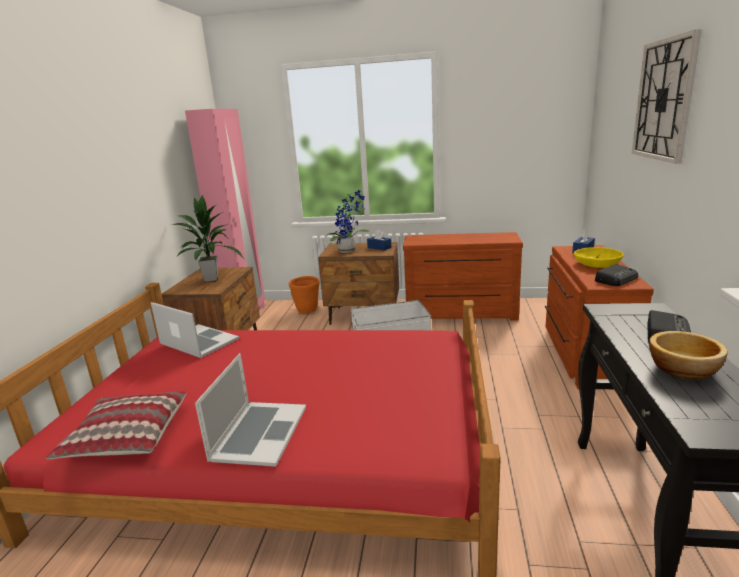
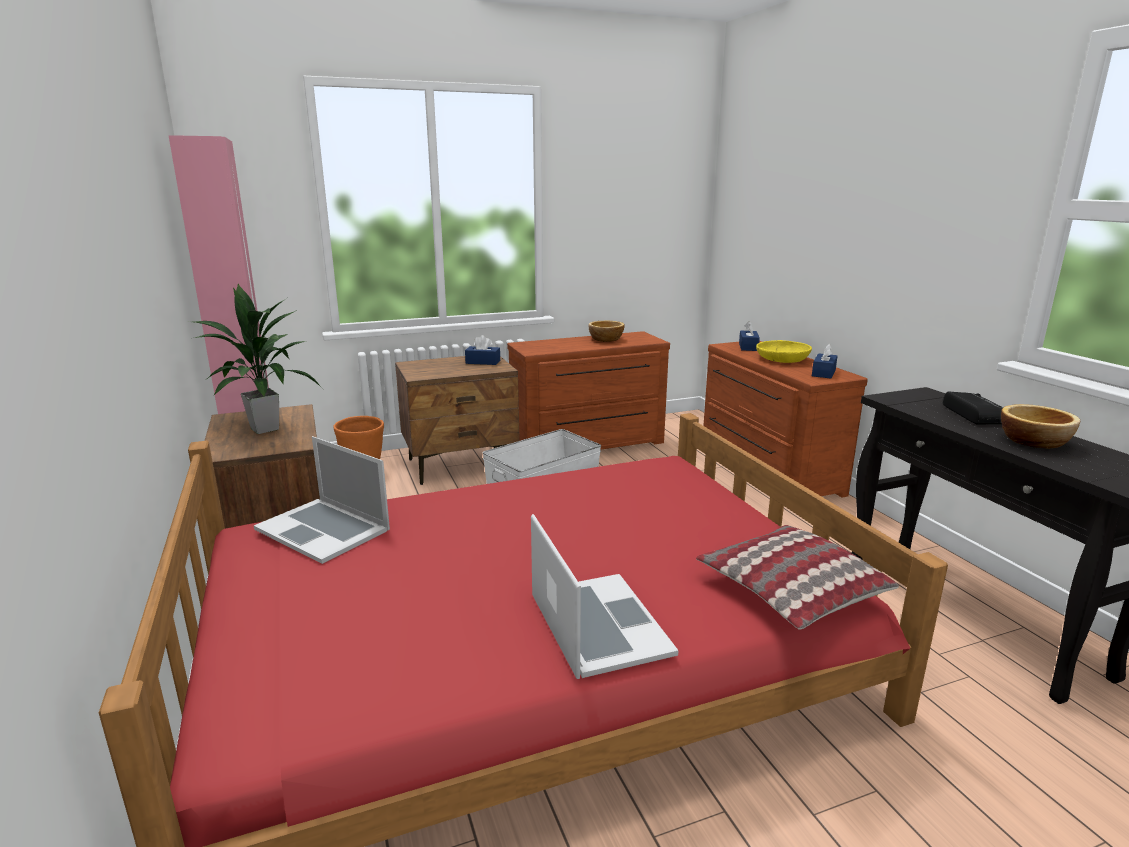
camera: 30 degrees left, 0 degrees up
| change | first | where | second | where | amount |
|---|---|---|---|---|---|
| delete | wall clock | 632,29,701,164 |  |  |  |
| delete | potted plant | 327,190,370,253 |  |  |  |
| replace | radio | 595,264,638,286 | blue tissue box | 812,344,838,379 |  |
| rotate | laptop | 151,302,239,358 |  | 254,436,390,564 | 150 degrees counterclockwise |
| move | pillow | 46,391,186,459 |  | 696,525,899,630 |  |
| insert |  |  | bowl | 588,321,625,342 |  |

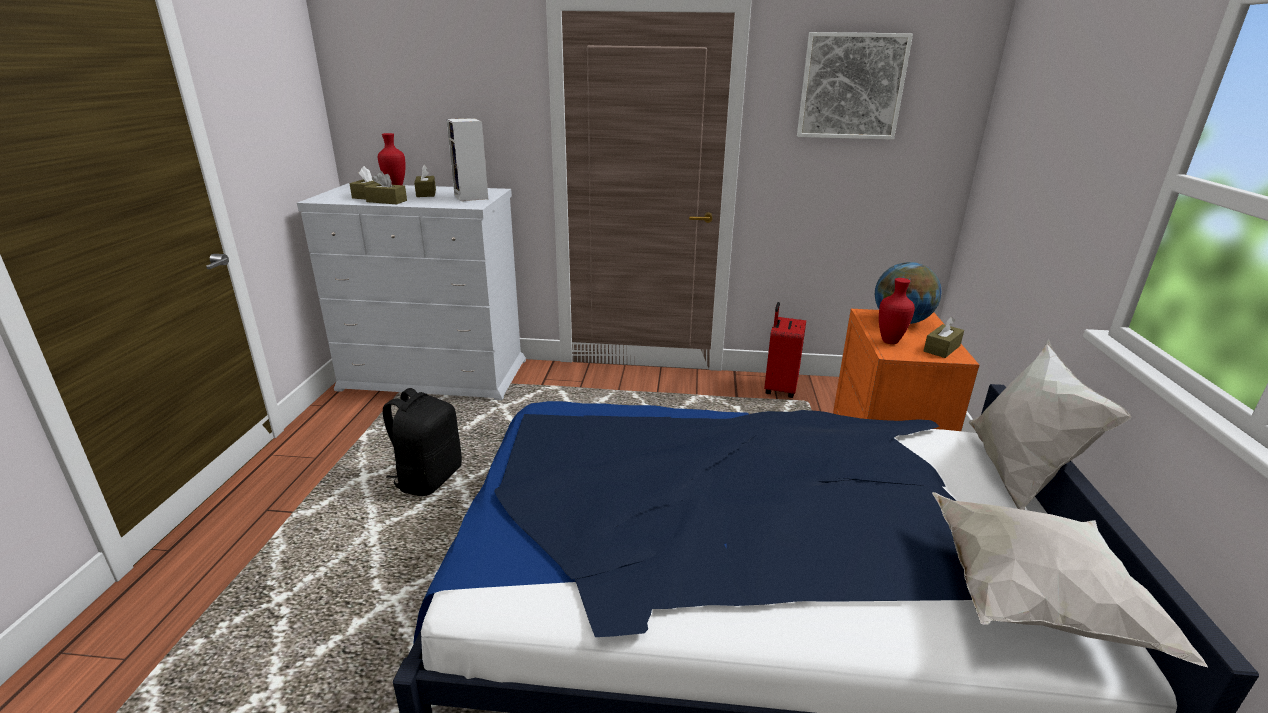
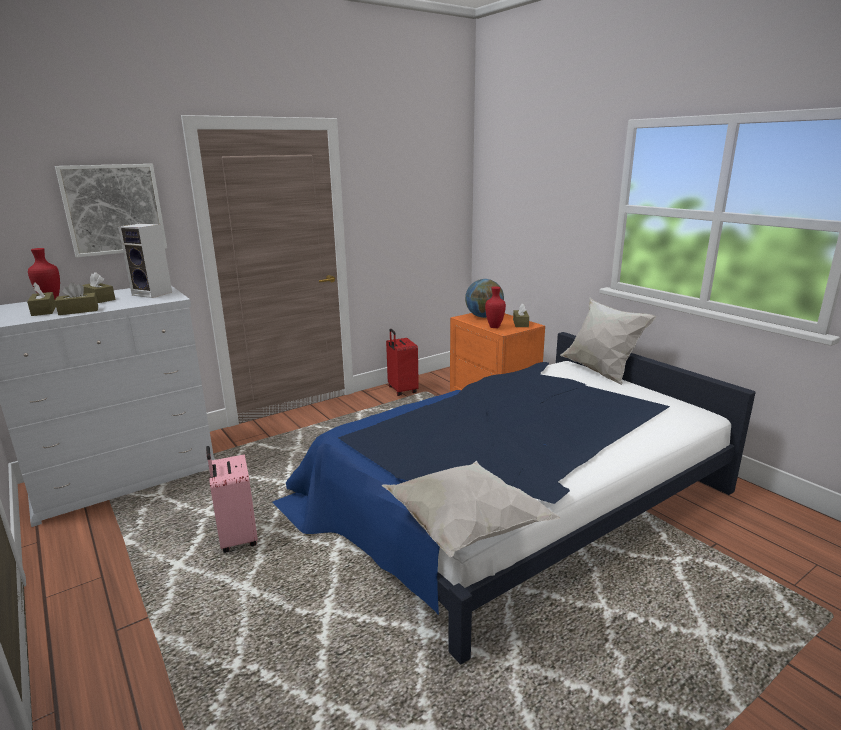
camera: 40 degrees left, 5 degrees down
| change | first | where | second | where | amount |
|---|---|---|---|---|---|
| move | picture | 797,32,913,140 |  | 55,164,167,257 |  |
| replace | black backpack | 383,388,462,496 | pink suitcase | 206,446,258,553 |  |
| move | white pillow | 932,492,1208,667 |  | 382,461,560,557 |  |

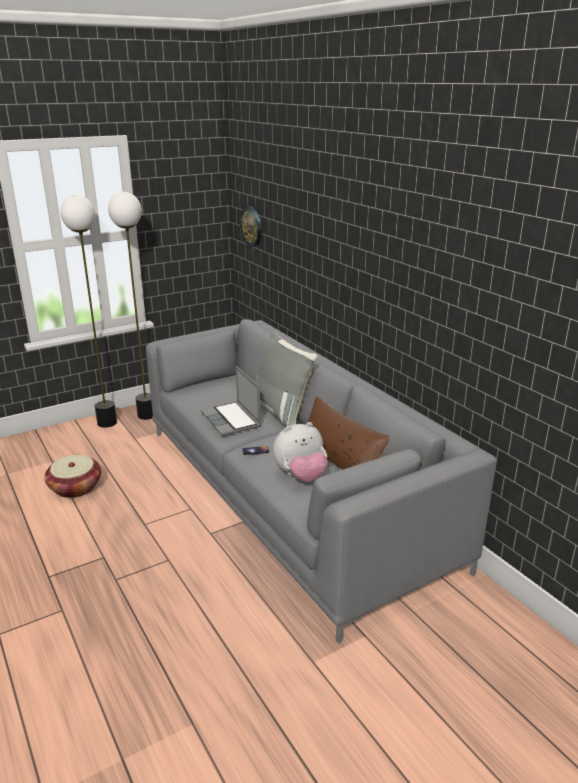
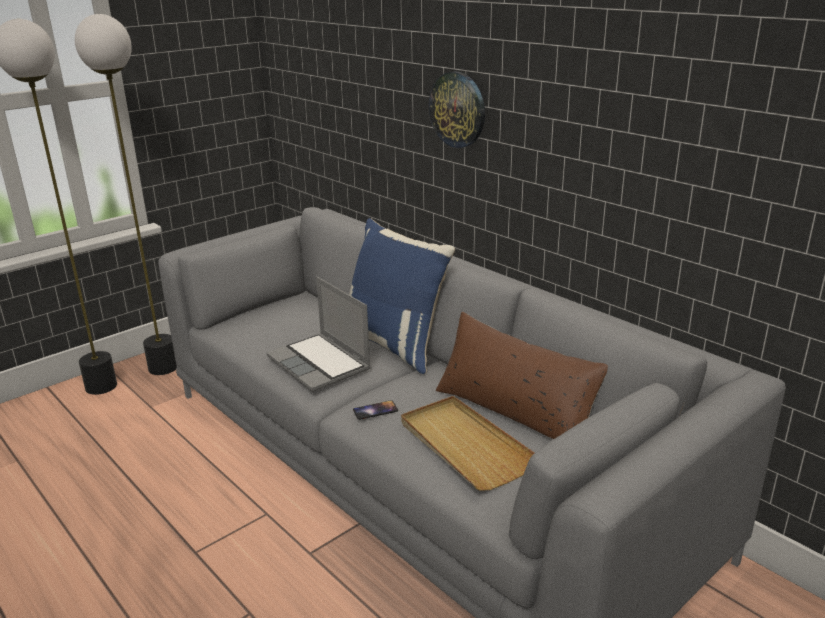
camera: 10 degrees left, 0 degrees up
| change | first | where | second | where | amount |
|---|---|---|---|---|---|
| move | wall clock | 240,206,262,247 |  | 429,71,485,148 |  |
| recolor | grey pillow | 256,332,318,426 | blue pillow | 349,218,455,374 |  |
| replace | plush toy | 273,422,328,482 | beige tray | 401,396,534,491 |  |
| delete | basket | 44,455,101,498 |  |  |  |

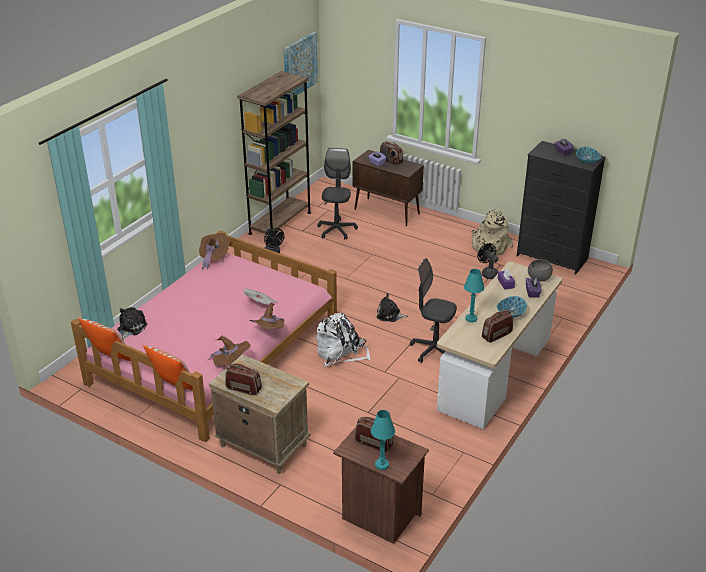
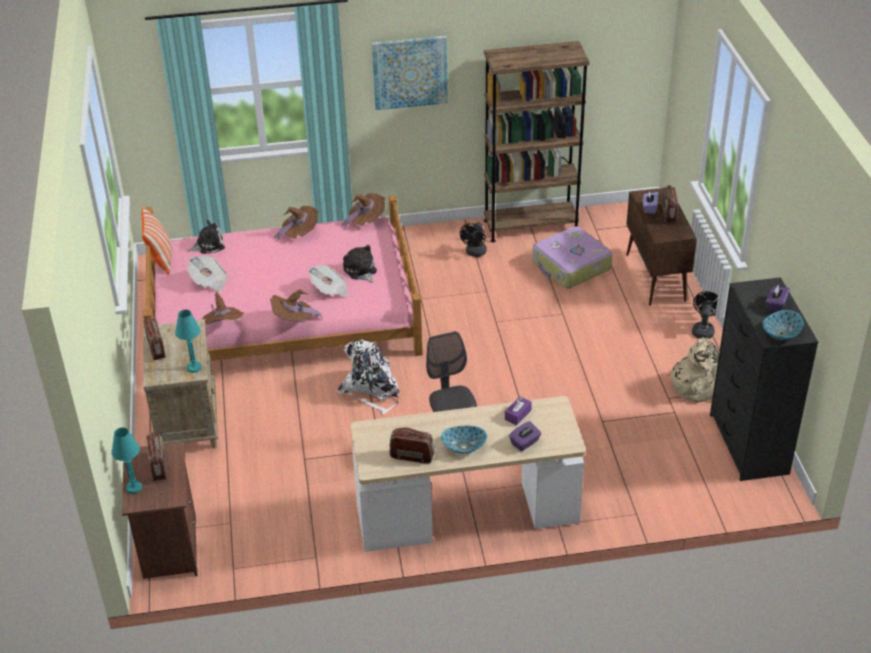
camera: 50 degrees right, 5 degrees up
| change | first | where | second | where | amount |
|---|---|---|---|---|---|
| move | picture | 284,32,318,95 |  | 372,36,448,110 |  |
| replace | grey office chair | 317,148,358,240 | suitcase | 532,226,612,289 |  |
| move | black fan | 477,243,498,279 |  | 692,291,718,339 |  |
| delete | grey bowl | 528,260,553,281 |  |  |  |
| move | turquoise table lamp | 464,269,484,322 |  | 175,310,202,373 |  |
| move | plush toy | 376,293,408,322 |  | 343,245,377,283 |  |
| delete | pillow | 143,345,193,391 |  |  |  |
| insert |  |  | brown hat | 274,206,319,241 |  |
| insert |  |  | newspaper | 187,256,229,292 |  |

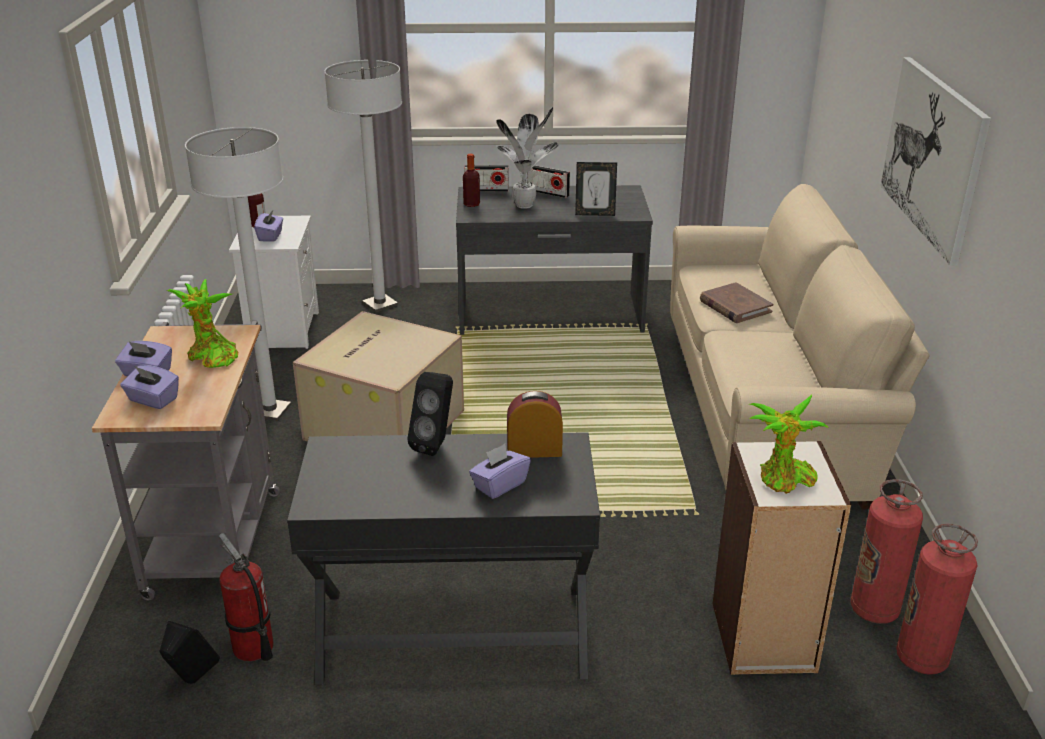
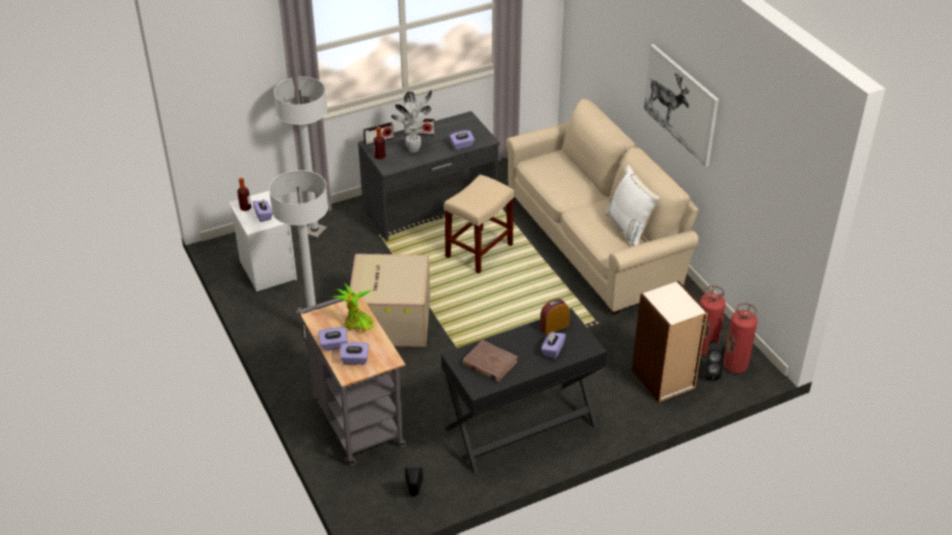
camera: 25 degrees left, 10 degrees up
| change | first | where | second | where | amount |
|---|---|---|---|---|---|
| replace | picture frame | 575,162,617,216 | purple tissue box | 450,130,475,150 |  |
| move | brown book | 700,282,773,323 |  | 463,340,518,382 |  |
| move | black speaker | 407,372,453,456 |  | 705,341,723,380 |  |
| delete | potted plant | 749,394,829,494 |  |  |  |
| delete | fire extinguisher | 219,533,274,662 |  |  |  |
| insert |  |  | white pillow | 605,165,660,246 |  |
| insert |  |  | beige stool | 444,174,514,273 |  |

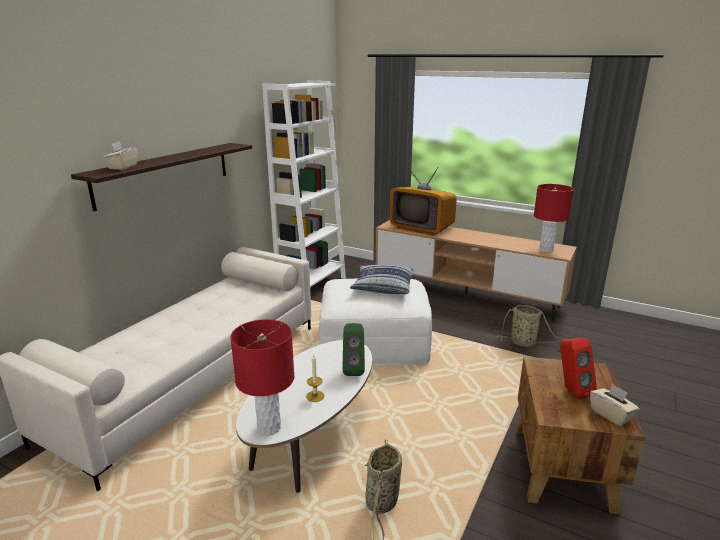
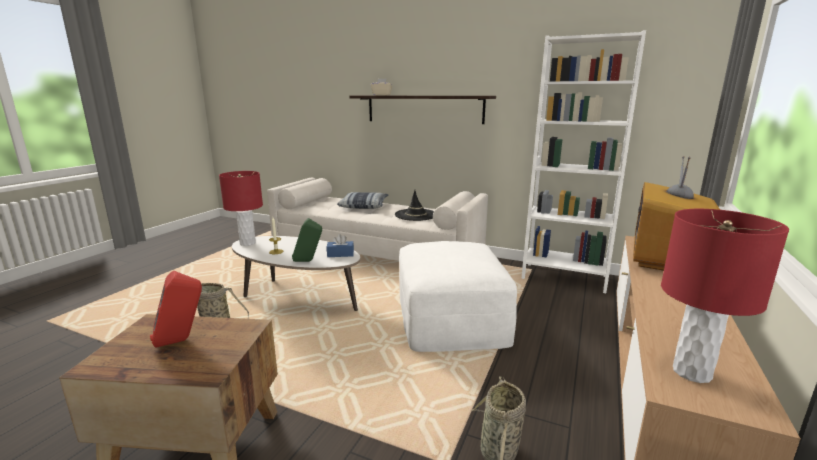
camera: 85 degrees right, 5 degrees down
| change | first | where | second | where | amount |
|---|---|---|---|---|---|
| move | pillow | 350,264,414,294 |  | 337,192,388,209 |  |
| delete | beige tissue box | 590,384,639,426 |  |  |  |
| insert |  |  | black hat | 395,190,434,221 |  |
| insert |  |  | blue tissue box | 327,234,354,257 |  |

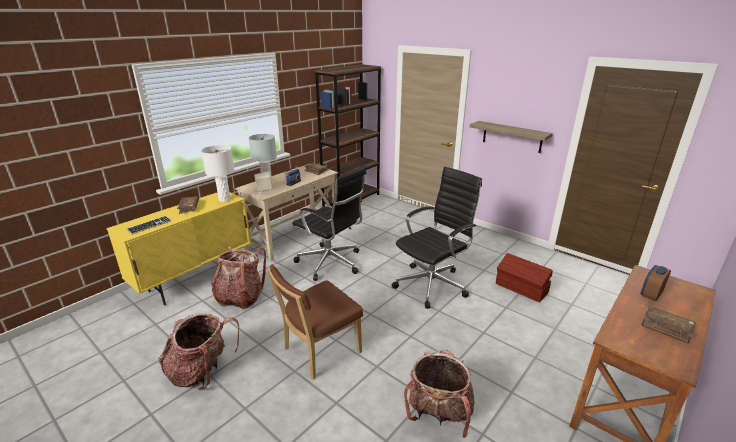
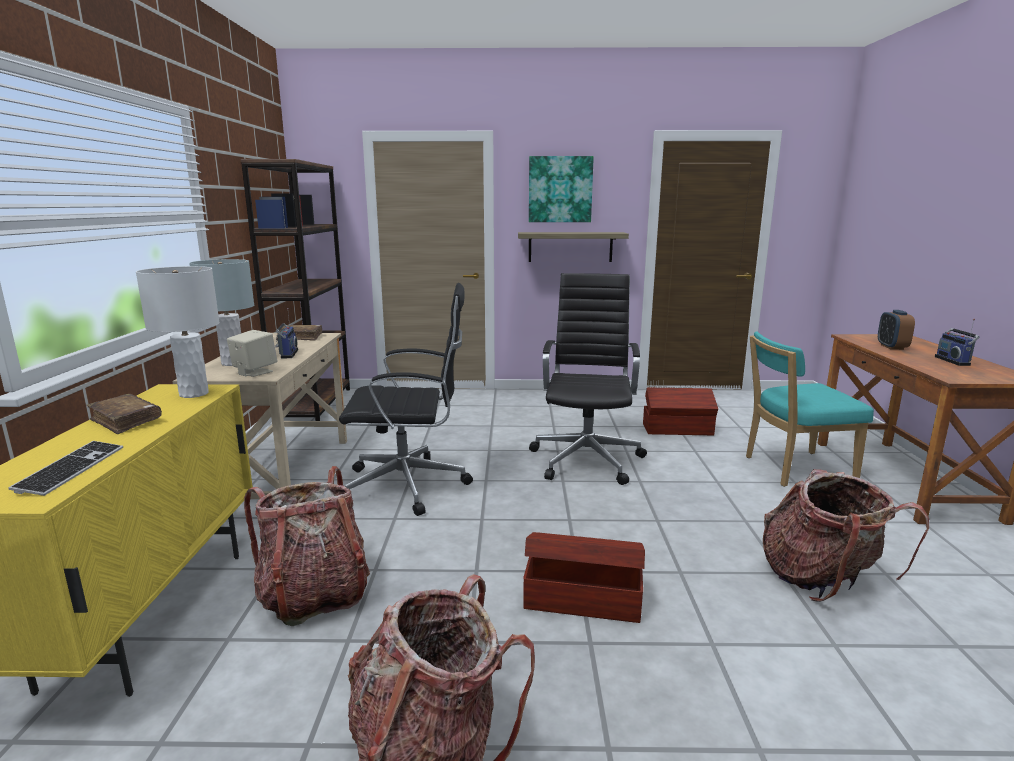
camera: 40 degrees left, 10 degrees down
| change | first | where | second | where | amount |
|---|---|---|---|---|---|
| replace | brown chair | 267,264,363,380 | brown storage box | 523,532,645,623 |  |
| replace | brown book | 642,306,695,344 | radio | 935,319,979,366 |  |
| insert |  |  | picture | 529,156,594,222 |  |
| insert |  |  | turquoise chair | 746,331,874,487 |  |

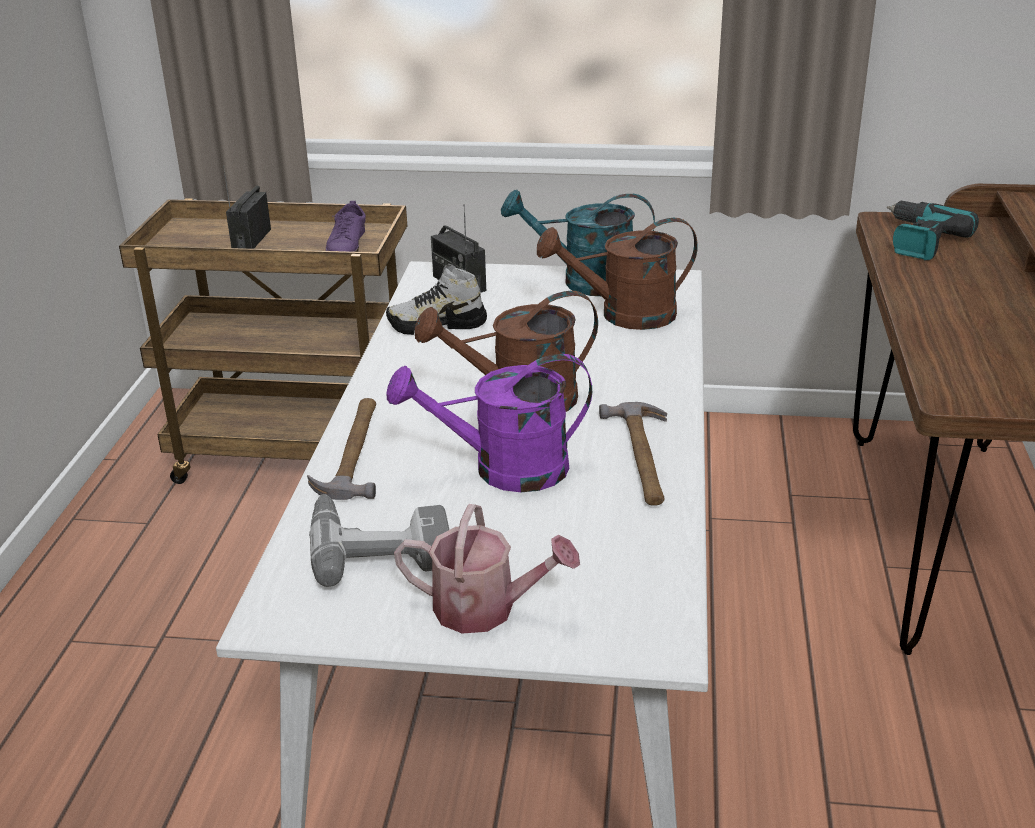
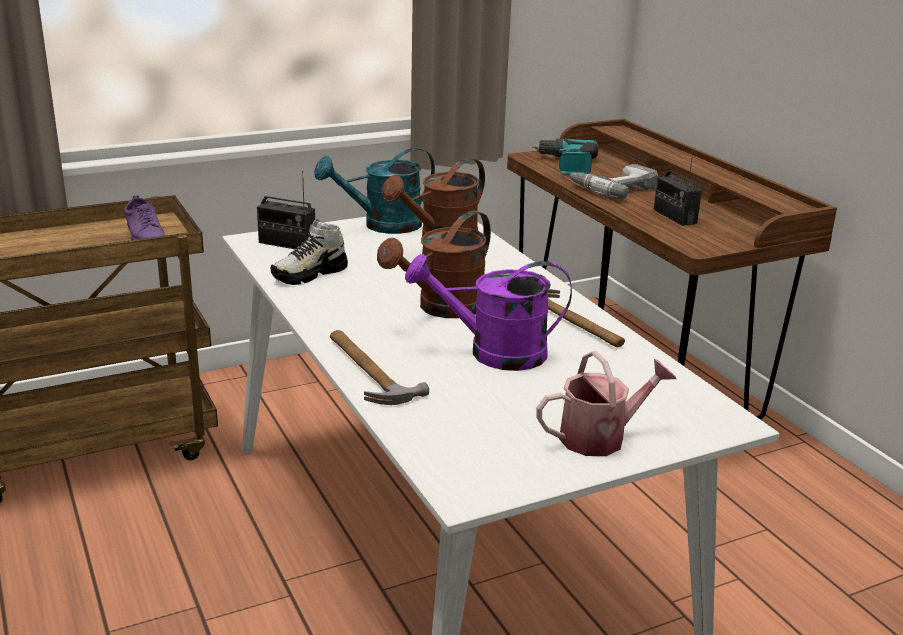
camera: 35 degrees left, 5 degrees down
| change | first | where | second | where | amount |
|---|---|---|---|---|---|
| move | radio | 223,166,271,249 |  | 654,152,702,226 |  |
| rotate | purple watering can | 386,354,592,492 |  | 405,254,572,371 | 45 degrees clockwise |
| move | power drill | 309,494,449,587 |  | 569,164,658,199 |  |

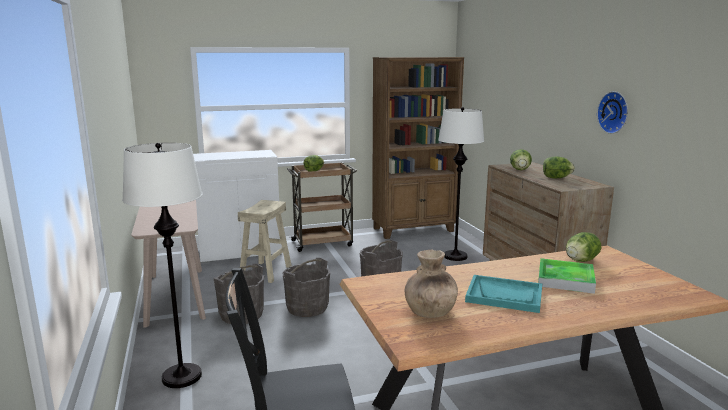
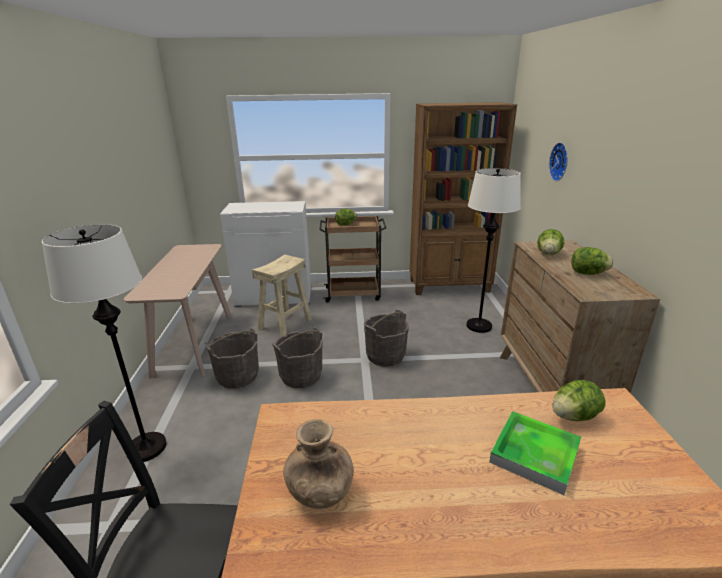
camera: 15 degrees right, 10 degrees up
| change | first | where | second | where | amount |
|---|---|---|---|---|---|
| move | wall clock | 597,91,628,134 |  | 549,142,568,181 |  |
| delete | turquoise tray | 465,275,542,313 |  |  |  |

